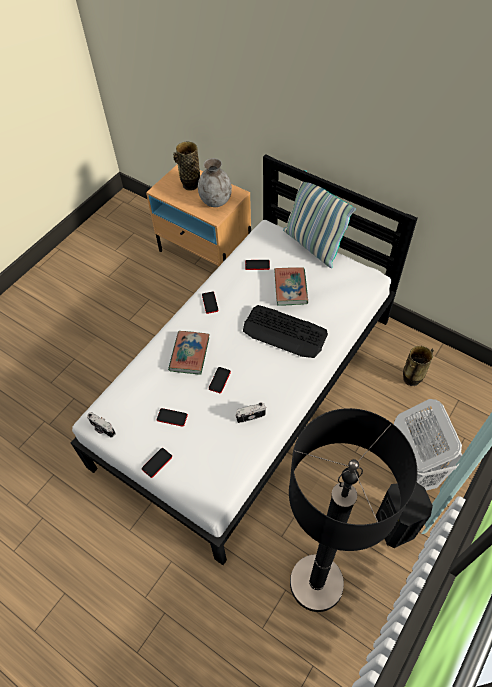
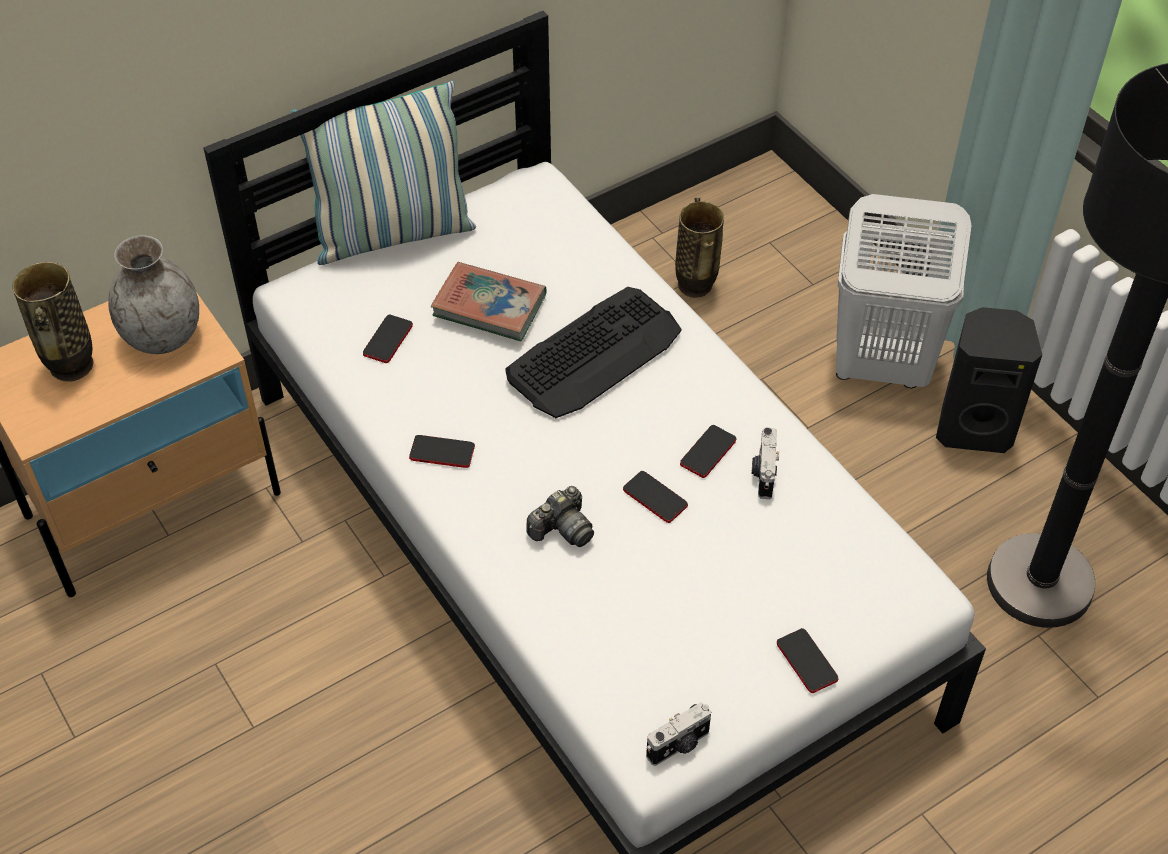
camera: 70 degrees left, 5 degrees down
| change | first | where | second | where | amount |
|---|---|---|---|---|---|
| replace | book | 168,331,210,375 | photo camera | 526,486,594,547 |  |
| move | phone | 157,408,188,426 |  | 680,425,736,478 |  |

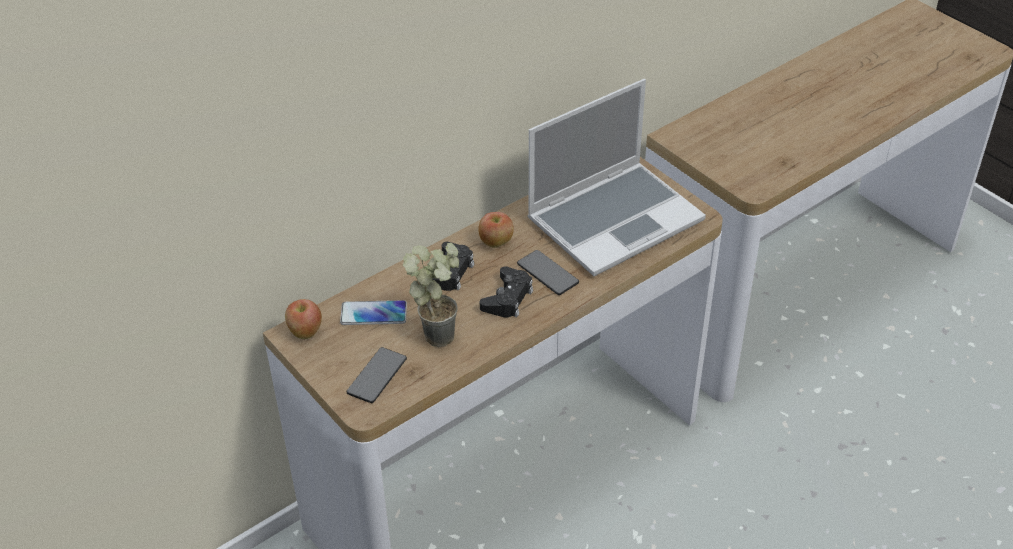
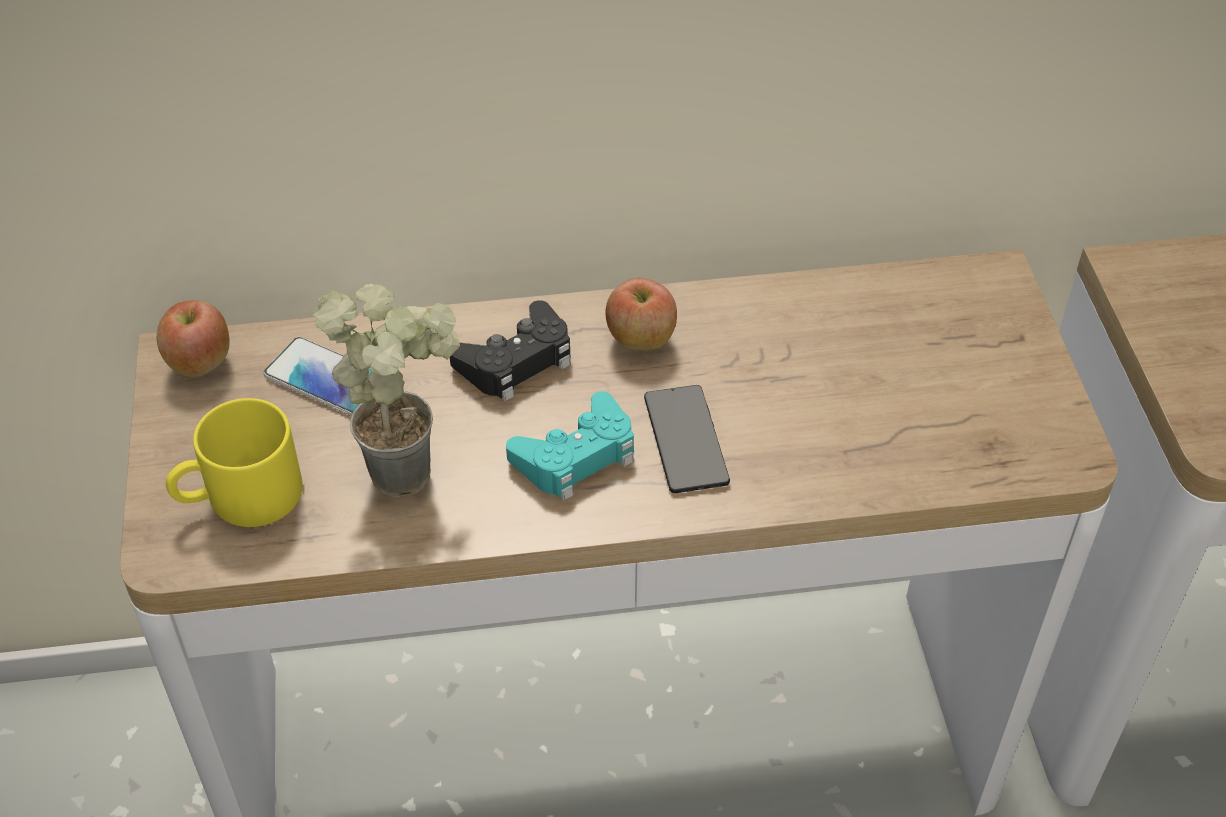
camera: 30 degrees right, 5 degrees up
| change | first | where | second | where | amount |
|---|---|---|---|---|---|
| delete | laptop | 528,79,706,276 |  |  |  |
| recolor | black game controller | 480,266,533,318 | turquoise game controller | 506,391,634,501 |  |
| replace | phone | 347,347,407,403 | yellow mug | 166,398,303,527 |  |

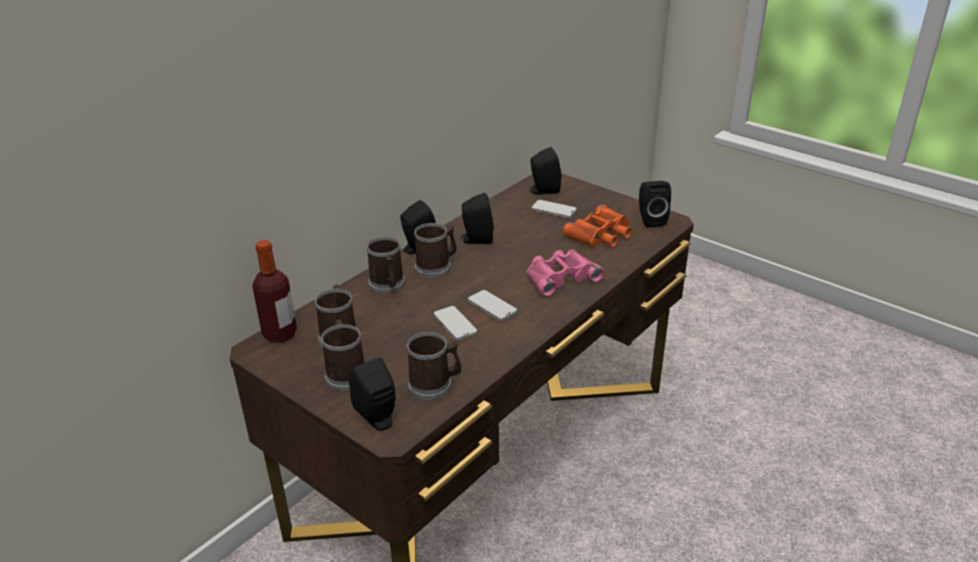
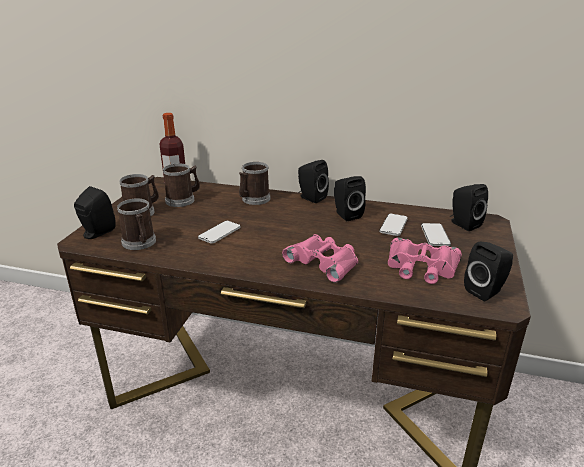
camera: 65 degrees right, 5 degrees down
| change | first | where | second | where | amount |
|---|---|---|---|---|---|
| recolor | orange binoculars | 563,204,632,247 | pink binoculars | 388,238,462,284 |  |
| delete | mug | 414,223,457,278 |  |  |  |
| move | phone | 468,290,517,321 |  | 379,214,408,236 |  |

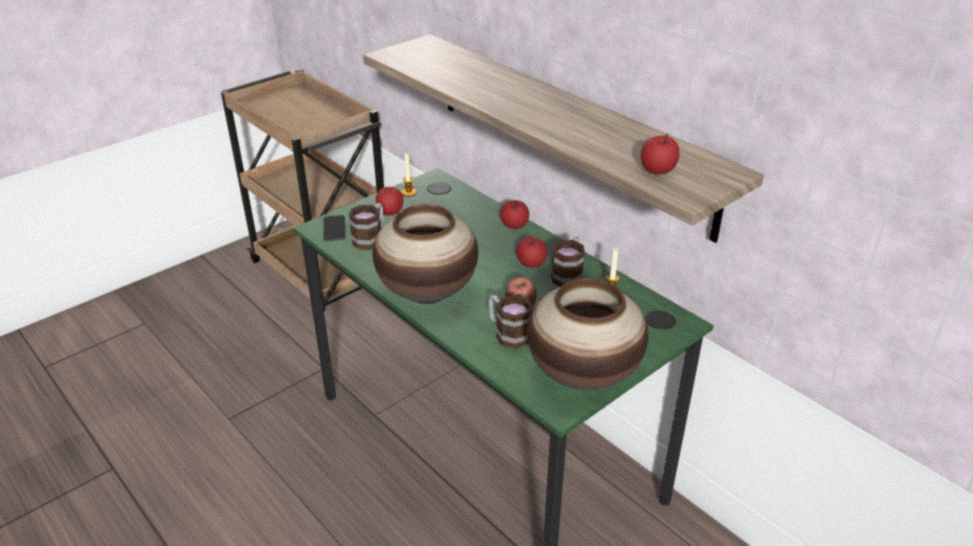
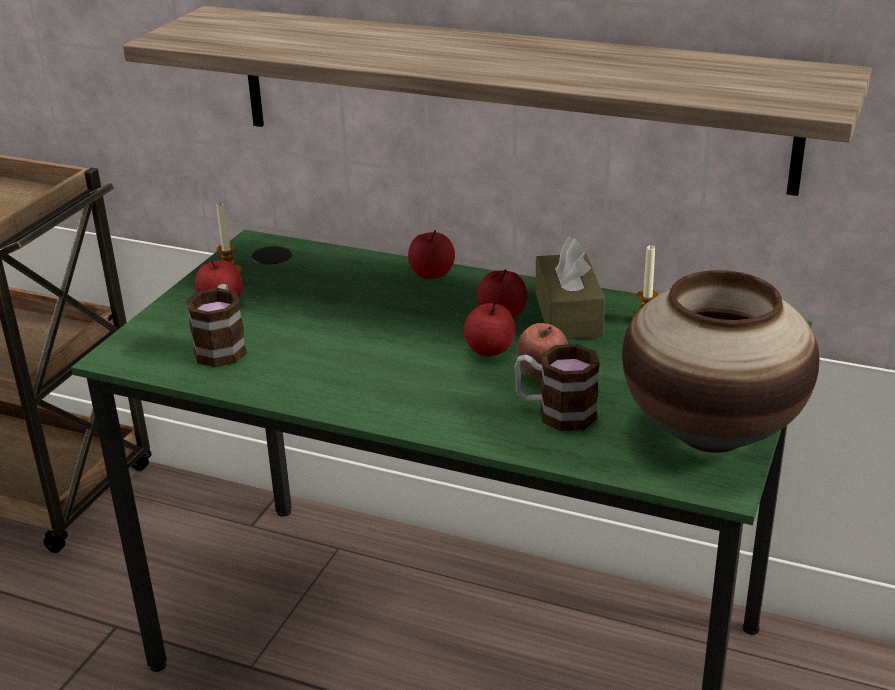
camera: 25 degrees left, 5 degrees down
| change | first | where | second | where | amount |
|---|---|---|---|---|---|
| move | apple | 641,134,680,174 |  | 464,301,515,357 |  |
| delete | vase | 372,204,478,304 |  |  |  |
| delete | phone | 324,215,345,241 |  |  |  |
| replace | mug | 551,237,585,287 | brown tissue box | 535,237,605,339 |  |

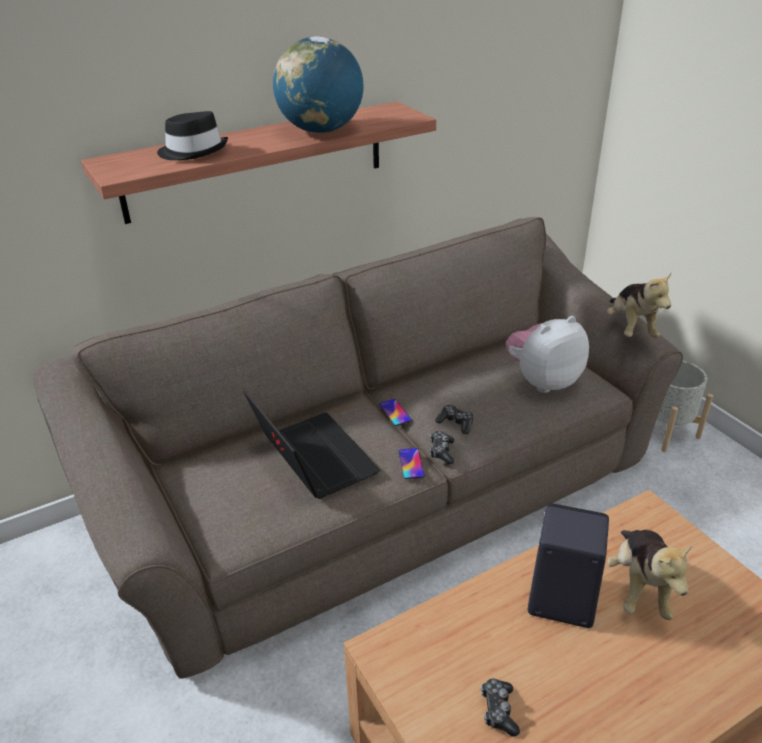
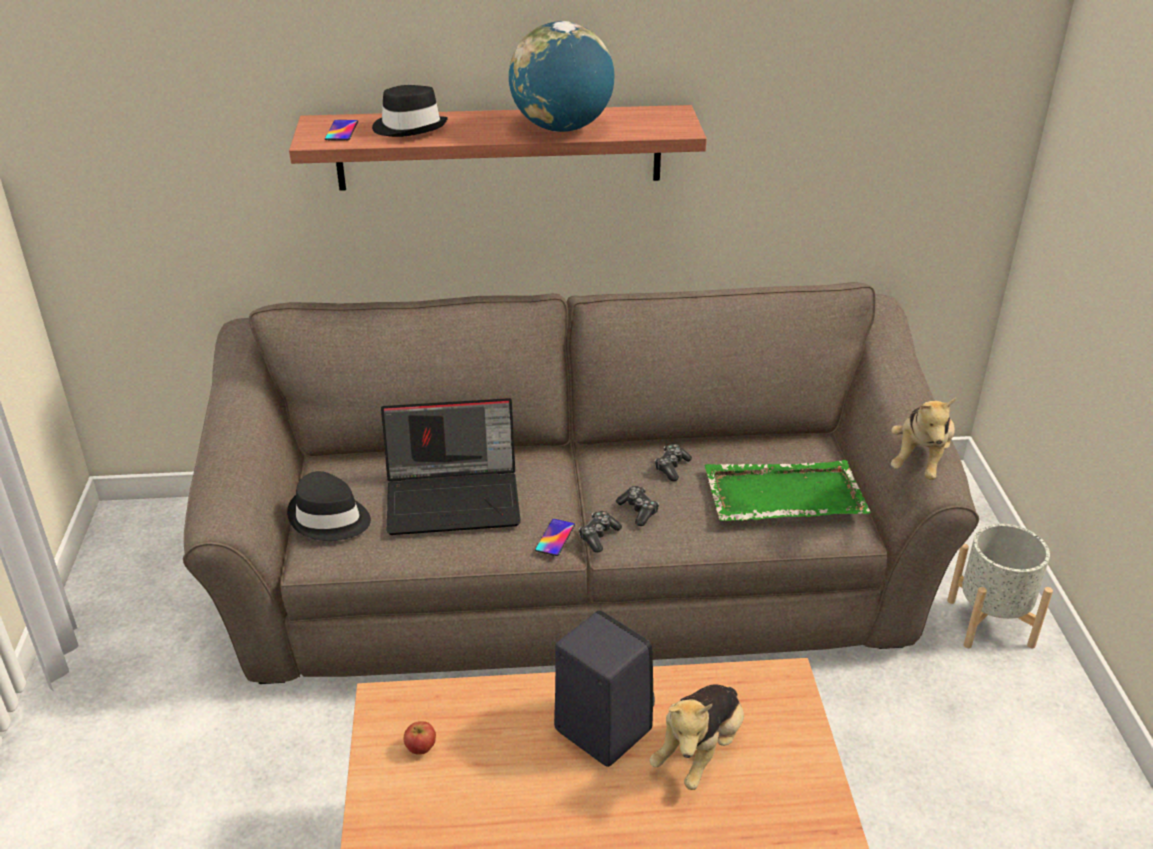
camera: 25 degrees right, 0 degrees up
| change | first | where | second | where | amount |
|---|---|---|---|---|---|
| replace | plush toy | 506,316,589,393 | green tray | 704,460,871,521 |  |
| rotate | laptop | 243,389,380,499 |  | 381,398,521,535 | 90 degrees clockwise |
| move | phone | 379,399,412,426 |  | 325,120,358,141 |  |
| move | game controller | 481,679,520,736 |  | 654,444,692,481 |  |
| insert |  |  | black hat | 287,471,371,541 |  |
| insert |  |  | apple | 404,721,436,755 |  |

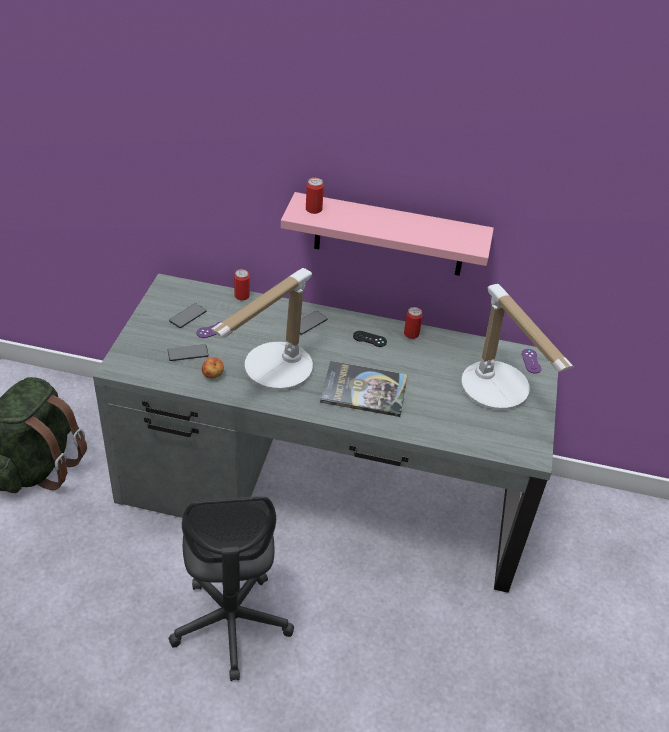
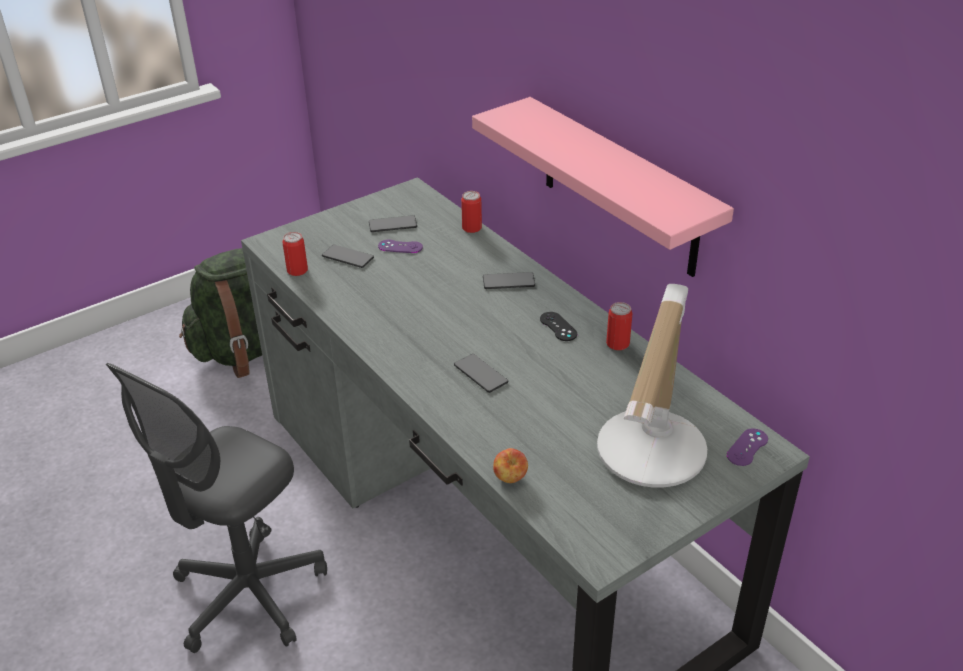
camera: 45 degrees right, 5 degrees down
| change | first | where | second | where | amount |
|---|---|---|---|---|---|
| move | can | 306,178,324,214 |  | 283,232,308,276 |  |
| delete | table lamp | 210,268,313,390 |  |  |  |
| move | apple | 202,357,224,379 |  | 493,448,528,483 |  |
| replace | book | 320,361,407,417 | phone | 454,354,508,393 |  |

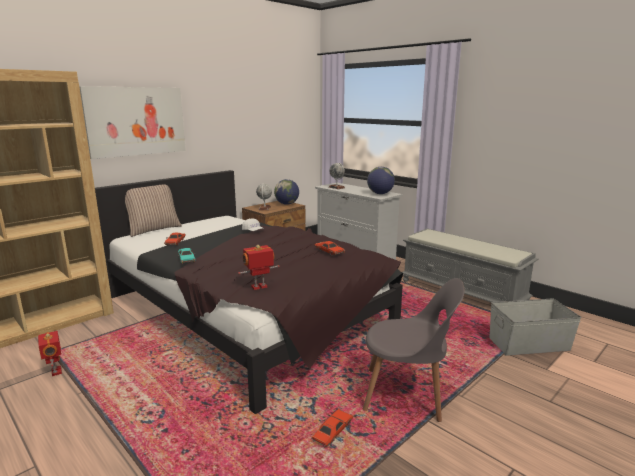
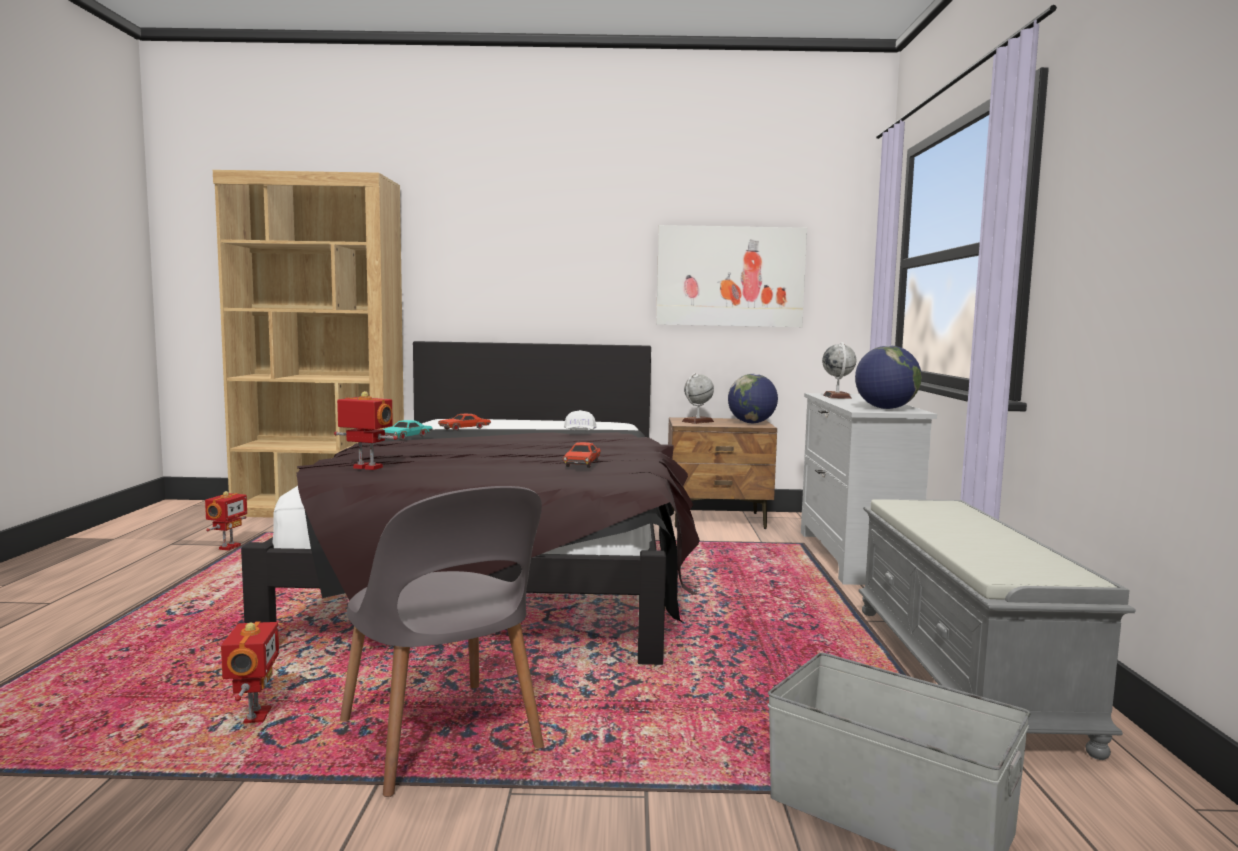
camera: 45 degrees right, 10 degrees down
| change | first | where | second | where | amount |
|---|---|---|---|---|---|
| move | picture | 79,86,186,159 |  | 656,225,807,327 |  |
| delete | pillow | 118,184,182,237 |  |  |  |
| replace | red toy car | 311,409,353,447 | toy robot | 221,621,279,723 |  |

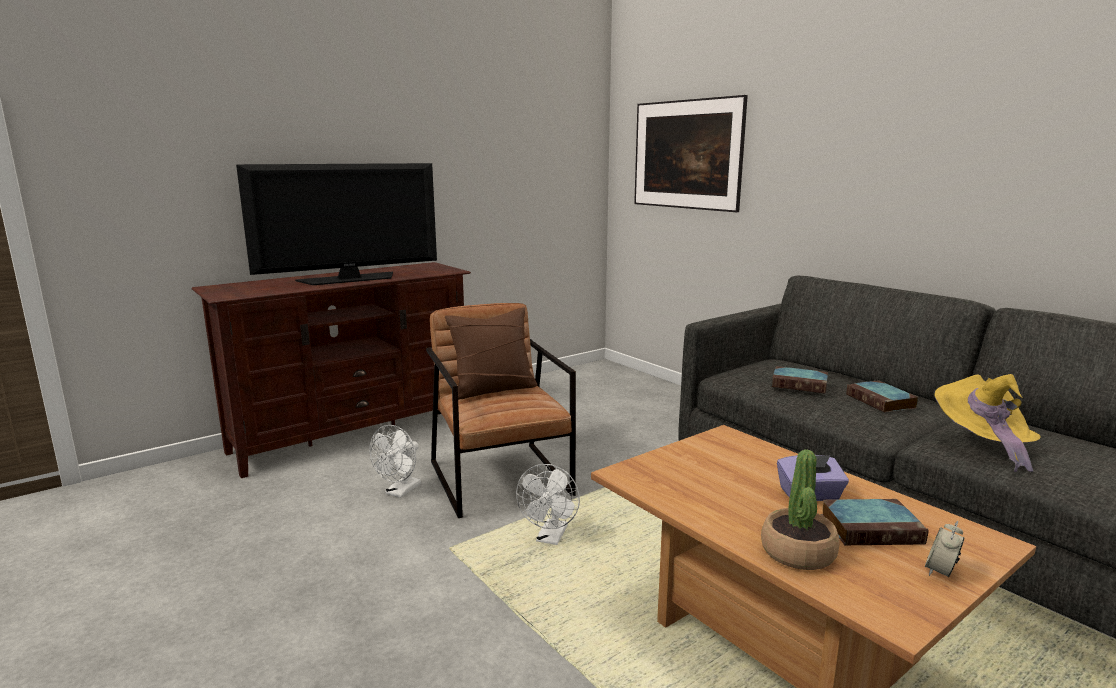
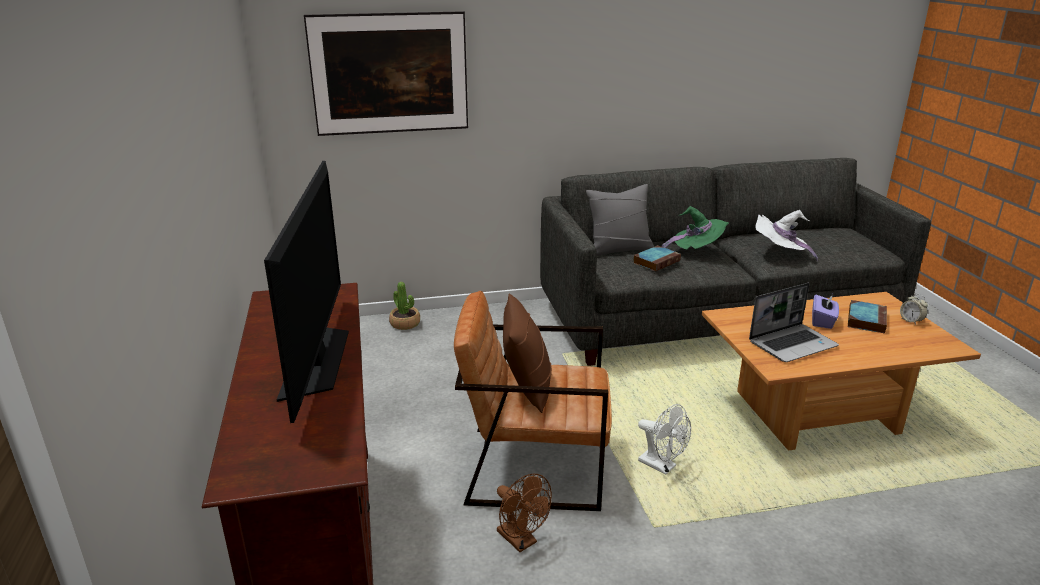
camera: 65 degrees left, 10 degrees up
| change | first | where | second | where | amount |
|---|---|---|---|---|---|
| recolor | yellow hat | 934,374,1041,472 | white hat | 755,210,818,262 |  |
| replace | book | 846,380,918,413 | green hat | 661,206,729,250 |  |
| recolor | white fan | 369,425,421,498 | brown fan | 497,474,552,552 |  |
| move | potted plant | 761,450,840,570 |  | 389,282,420,330 |  |
| insert |  |  | grey pillow | 586,184,654,256 |  |
| insert |  |  | laptop | 749,283,839,362 |  |

